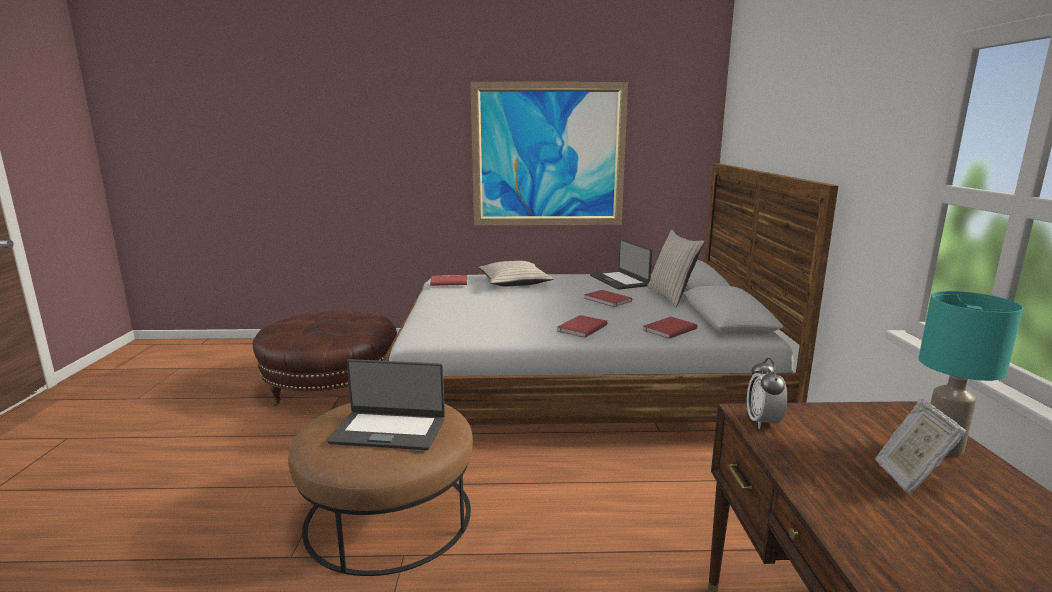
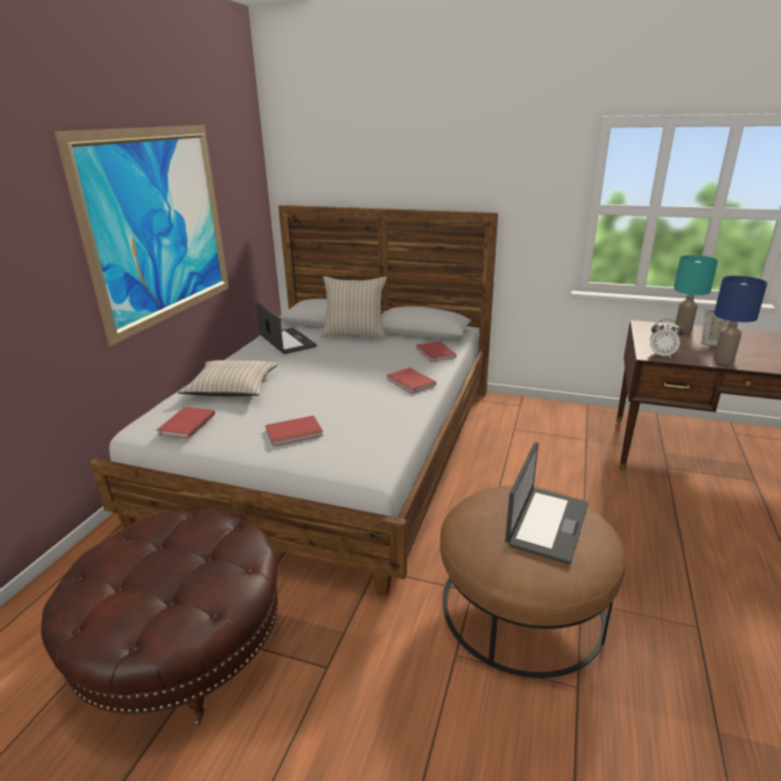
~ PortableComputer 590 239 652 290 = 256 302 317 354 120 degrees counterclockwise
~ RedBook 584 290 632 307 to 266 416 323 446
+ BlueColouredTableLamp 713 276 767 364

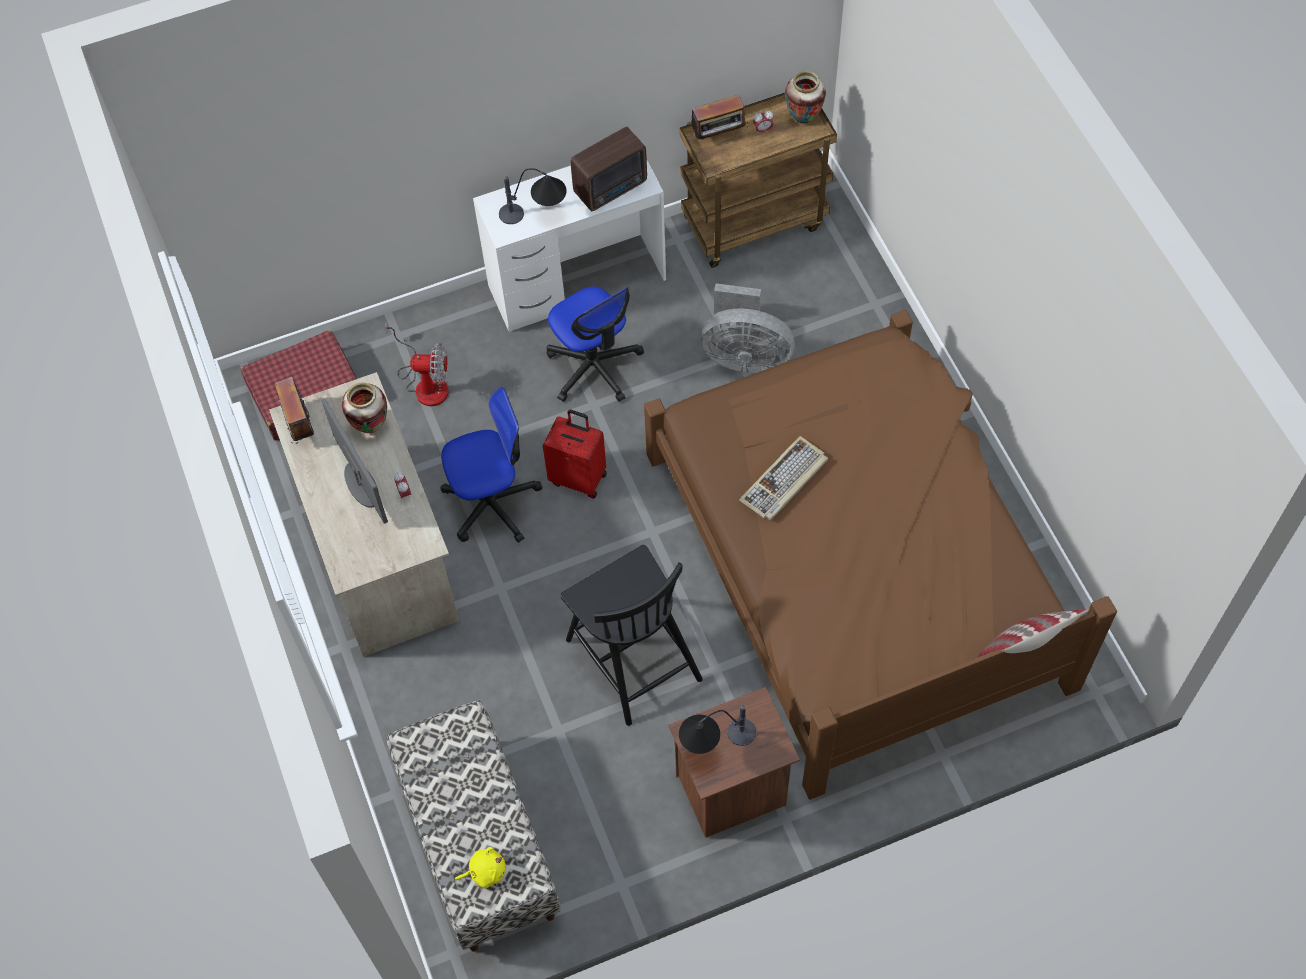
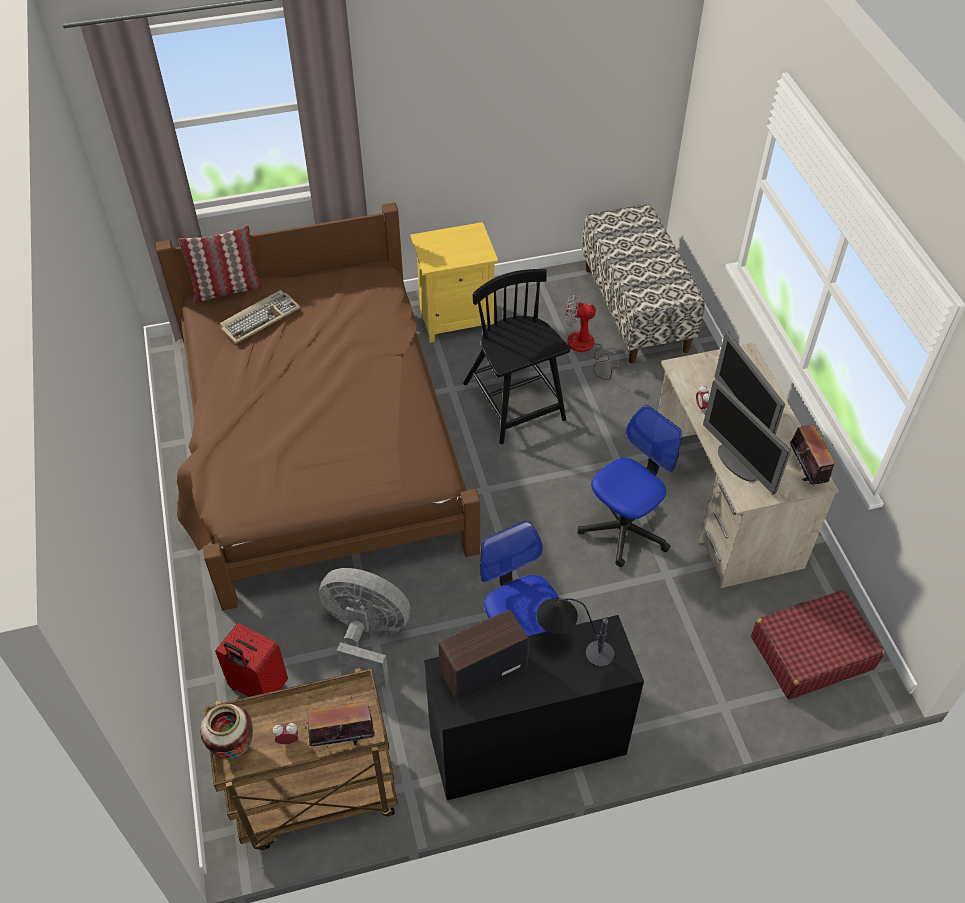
~ RedTravelCase 543 409 607 498 to 215 623 288 697
~ PcKeyboard 739 436 828 521 to 220 290 301 344
~ BrownColouredNightstand 669 687 800 838 to YellowishNightstand 410 222 498 343
~ WhitishDesk 473 161 666 332 to BlackColouredDesk 424 615 644 800
~ Fan 385 321 449 406 to 566 293 619 380
~ ComputerChair 441 388 542 543 = 577 405 682 567 150 degrees clockwise
~ DecorativeVase 342 382 387 433 to ComputerScreen 703 379 791 495
- YellowishCuddlyToy 455 847 506 888
- TableLamp 679 705 756 754

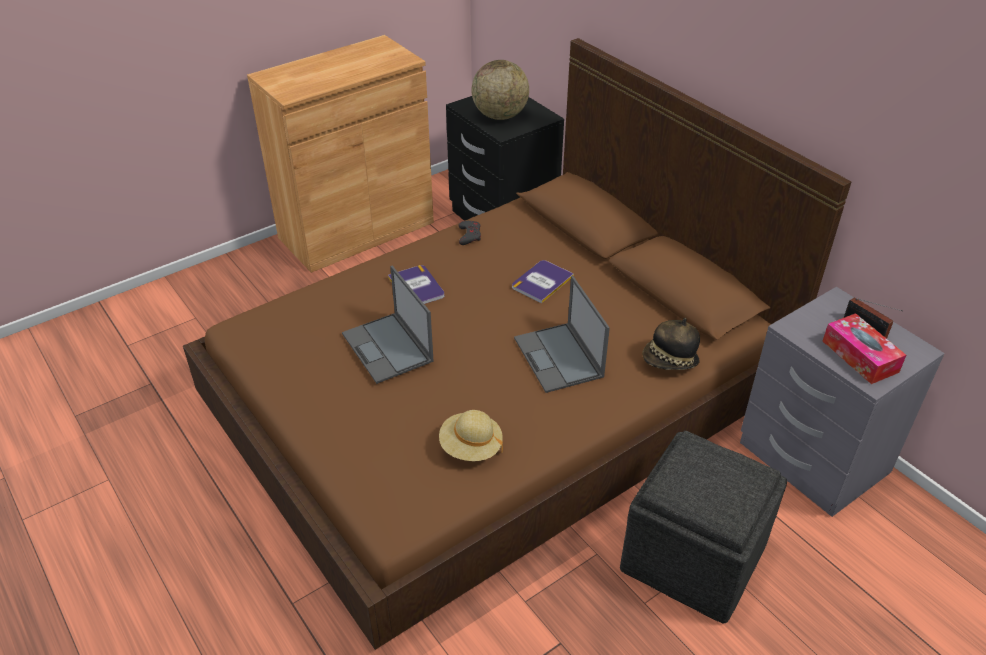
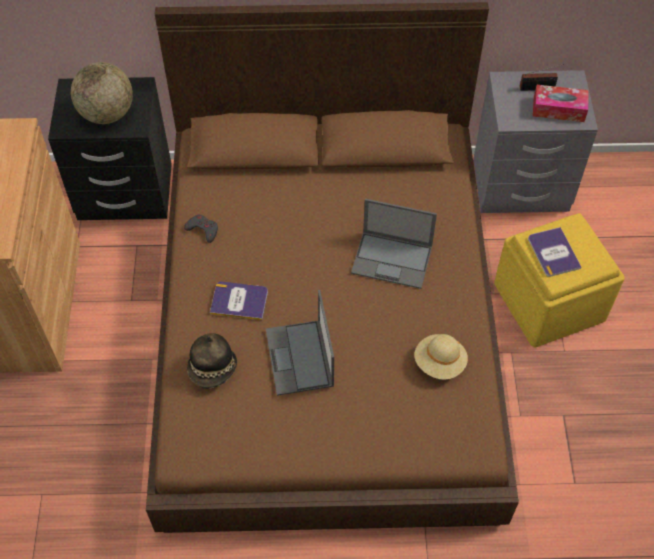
~ Hat 642 318 700 370 to 187 333 237 389
~ PortableComputer 342 265 434 384 = 266 290 334 396 75 degrees clockwise
~ GreyishOttoman 620 431 787 623 to YellowishOttoman 494 213 625 347
~ Book 512 260 574 303 to 528 227 581 277

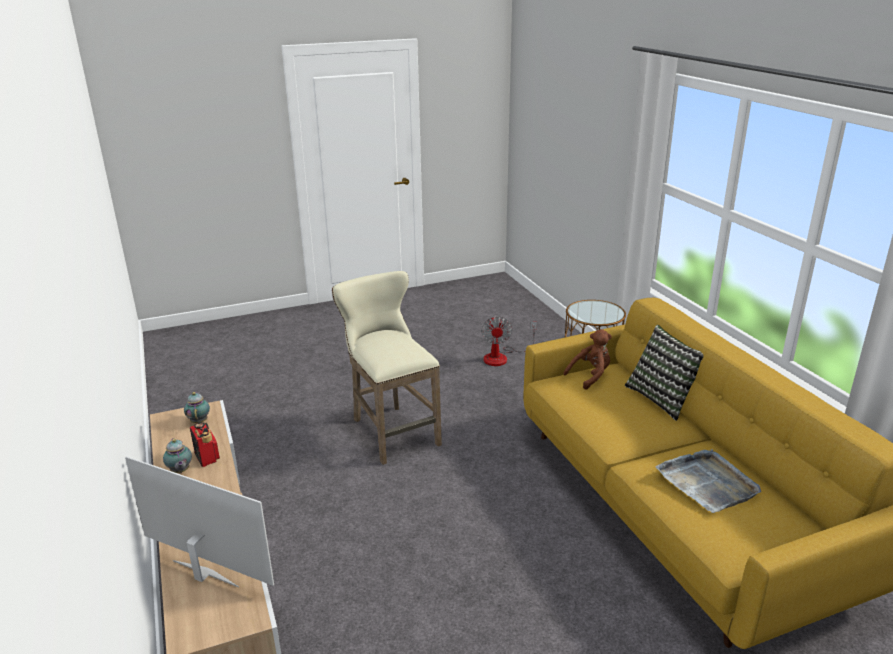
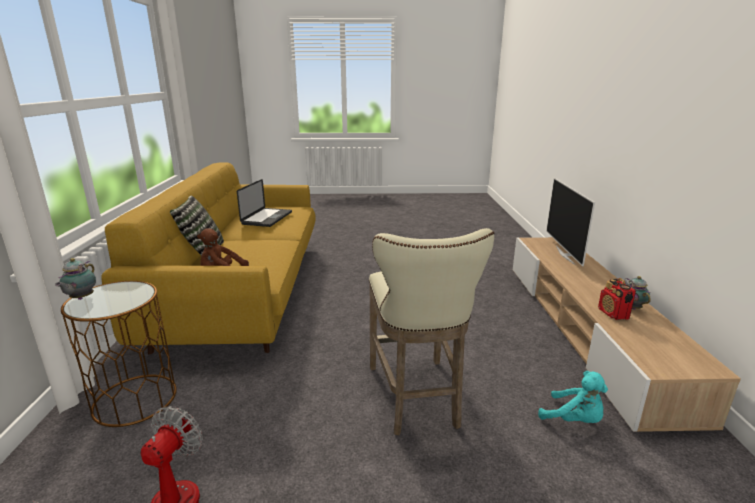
~ Teapot 184 392 210 423 to 55 258 96 300
~ GreyishTray 656 449 761 513 to PortableComputer 237 179 292 227
+ BlueGreenCuddlyToy 538 371 608 423
~ TvSet 125 456 274 587 = 546 178 595 267 45 degrees clockwise

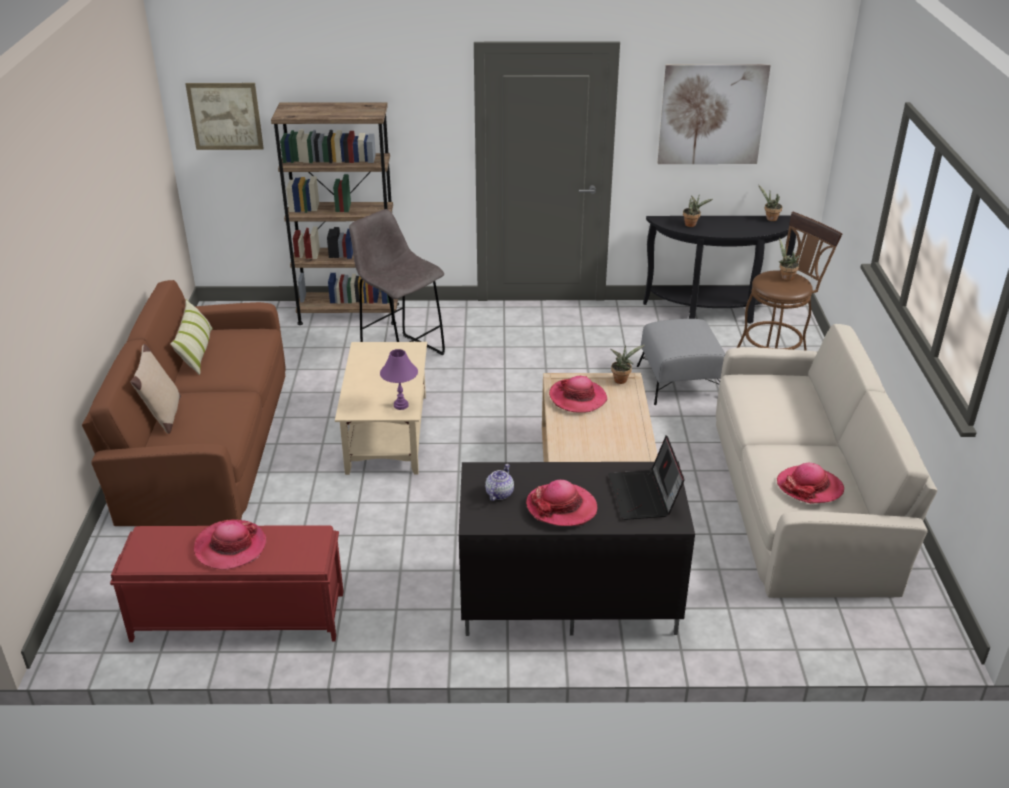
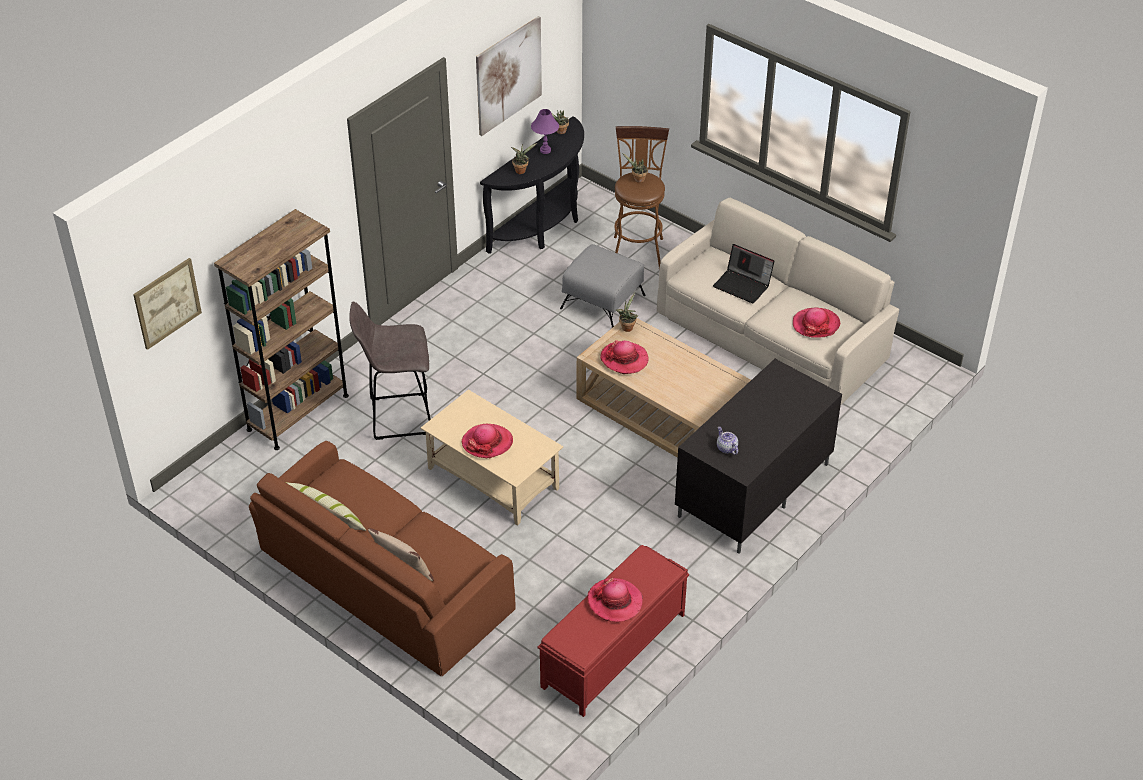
~ Hat 526 480 597 526 to 461 424 513 459
~ PurplishTableLamp 380 349 418 410 to 531 109 559 154
~ PortableComputer 608 435 685 520 to 713 244 774 304

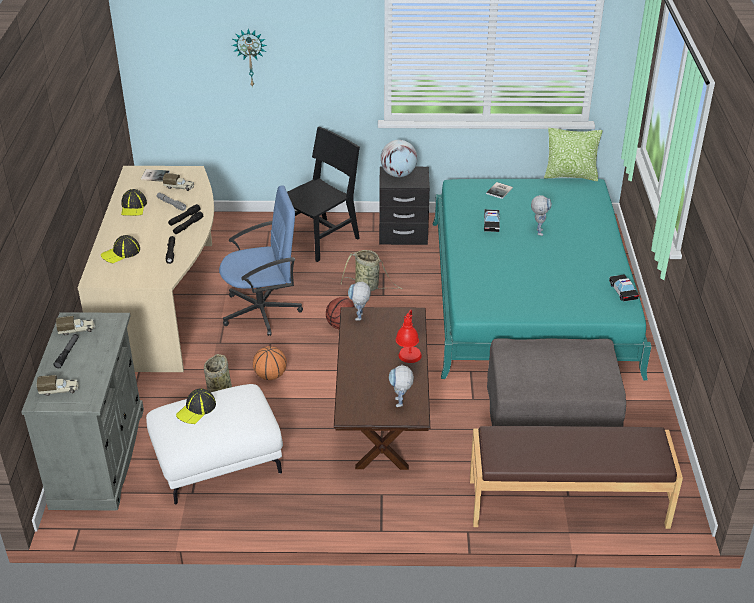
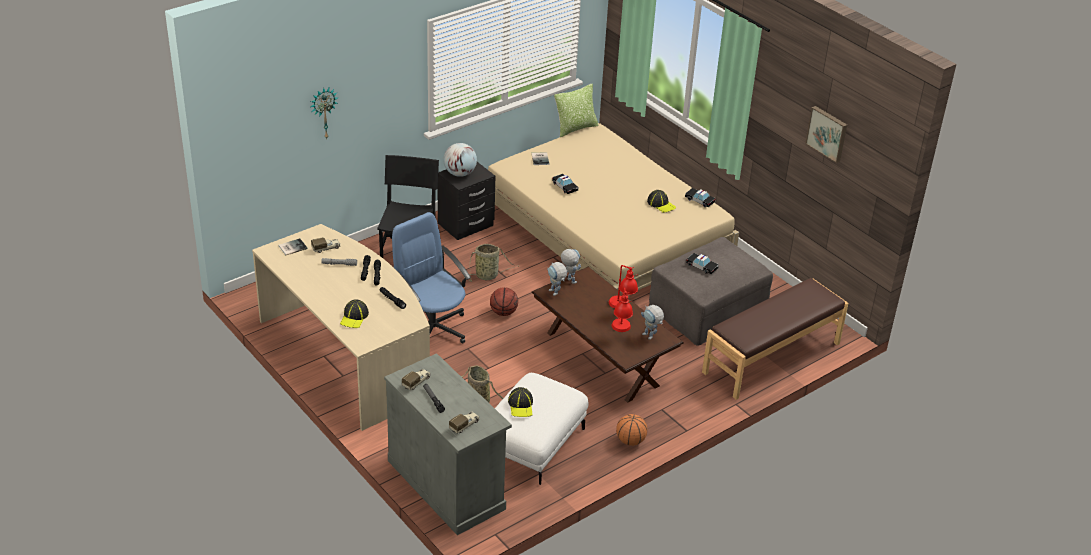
~ BlueColouredComputerChair 219 185 303 336 = 392 212 471 343 75 degrees counterclockwise
~ BlueGreenBed 433 178 652 380 to SandColouredBed 488 123 739 293
~ ModelRobot 531 195 552 236 to 561 249 581 284
+ RedTableLamp 612 288 633 332
~ BasketballBall 253 346 287 380 to 616 414 647 446
~ PeakedCap 121 189 147 216 to 647 190 676 213
+ MiniatureCar 686 253 719 274
+ WallArt 805 106 847 163

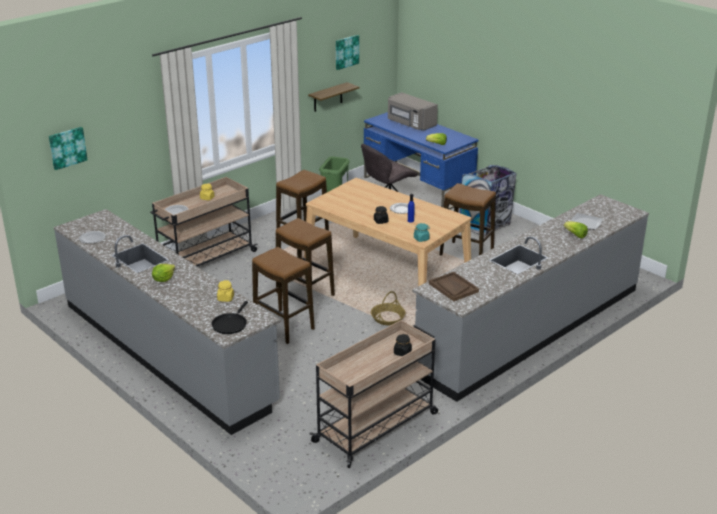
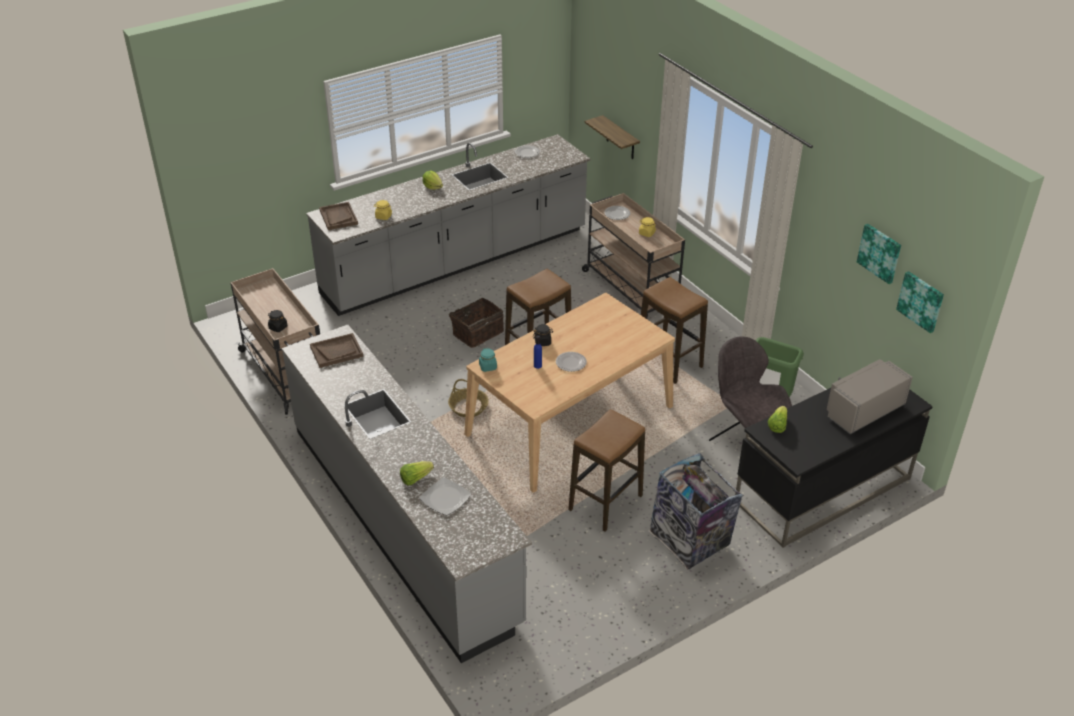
~ BlackColouredPan 211 301 248 334 to BrownColouredTray 319 202 358 230
~ StoolSeat 252 247 315 344 to Basket 447 298 504 348
~ WallShelf 308 82 359 112 to 584 115 640 159
~ BlueColouredDesk 364 112 479 210 to BlackColouredDesk 735 388 933 548
~ WallArt 49 127 88 170 to 896 271 944 333

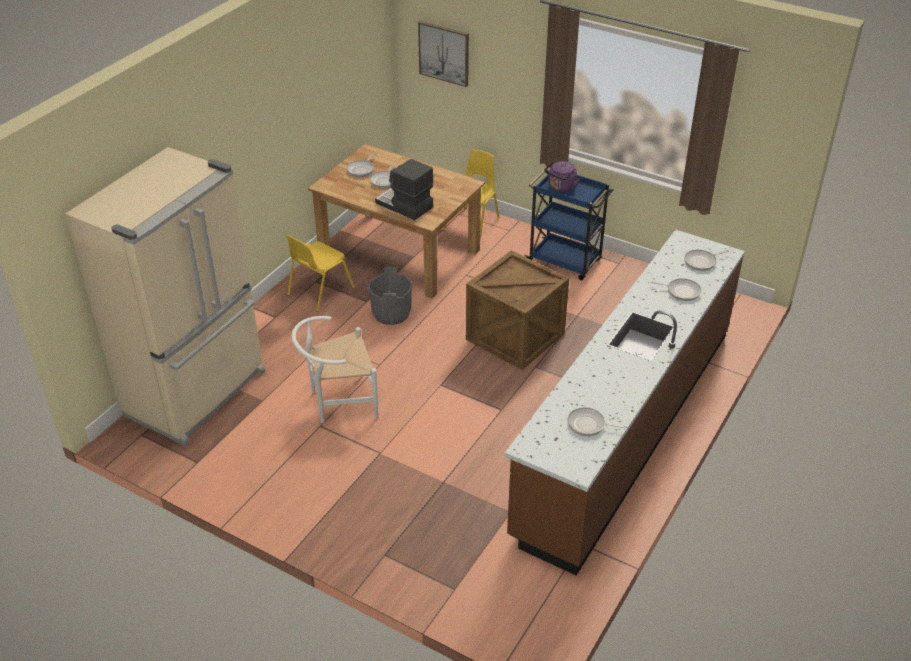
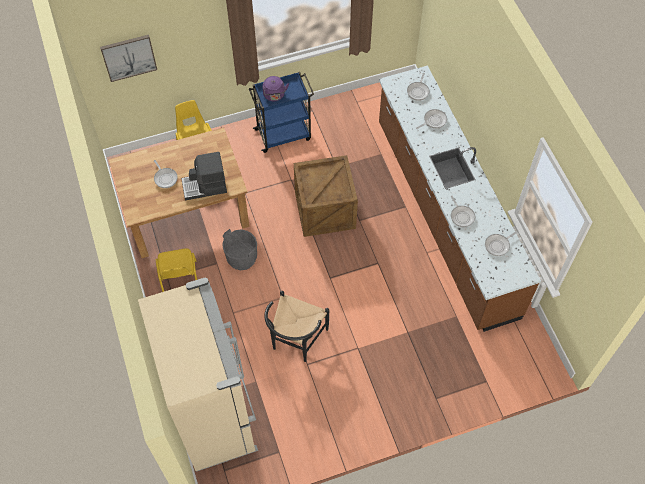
~ WhitishPlainChair 292 316 378 423 to BlackColouredPlainChair 264 291 329 362
~ Pan 347 153 375 177 to 451 196 475 227

